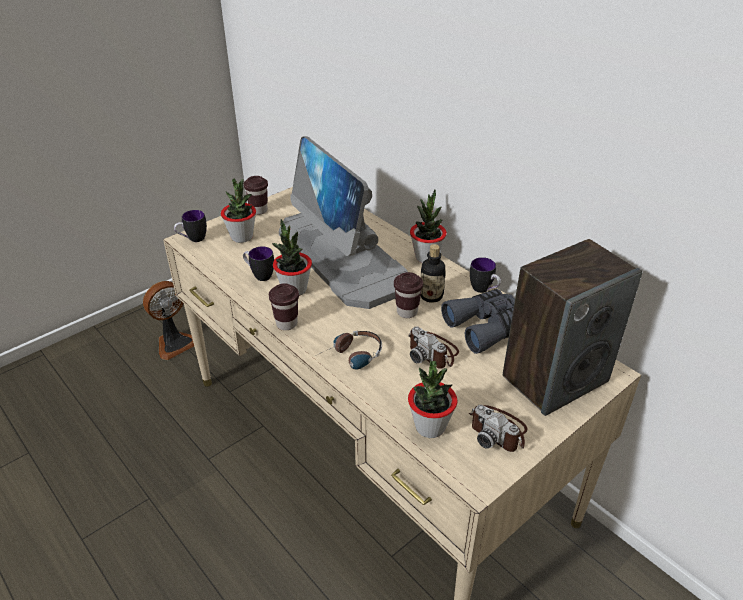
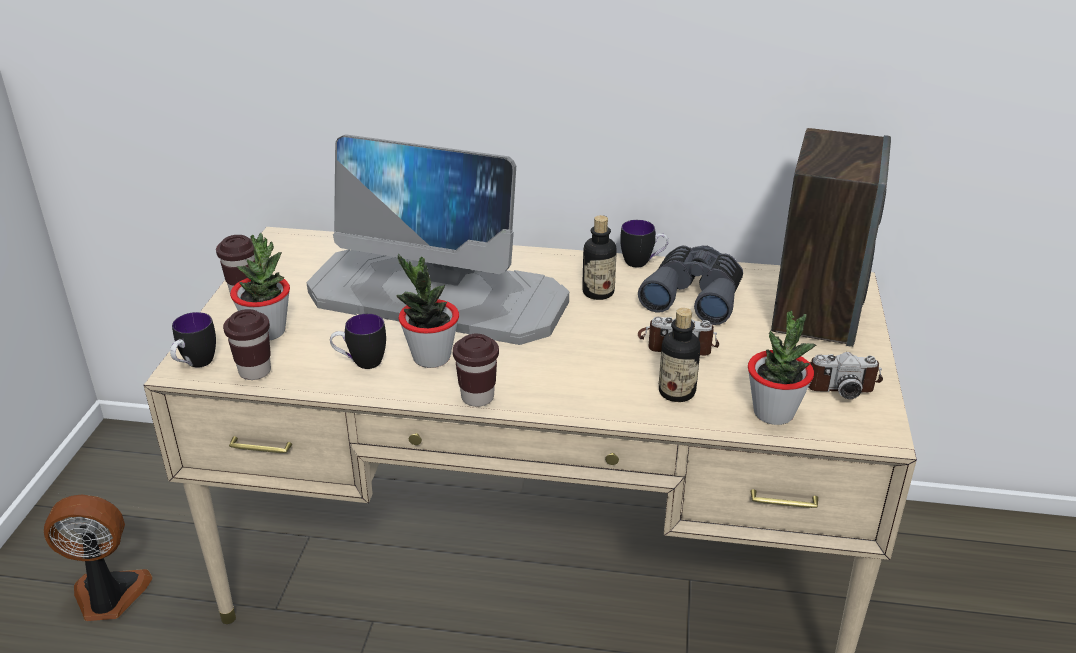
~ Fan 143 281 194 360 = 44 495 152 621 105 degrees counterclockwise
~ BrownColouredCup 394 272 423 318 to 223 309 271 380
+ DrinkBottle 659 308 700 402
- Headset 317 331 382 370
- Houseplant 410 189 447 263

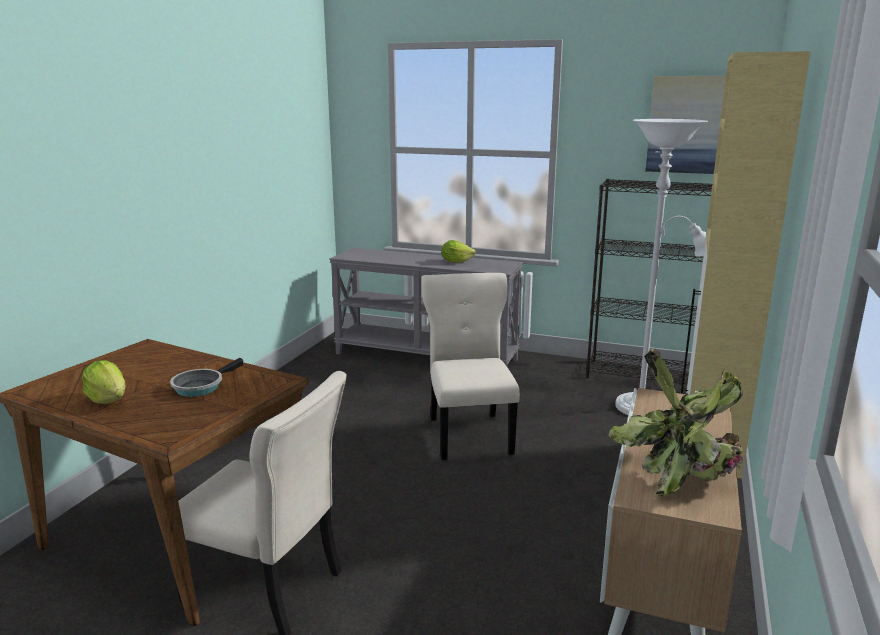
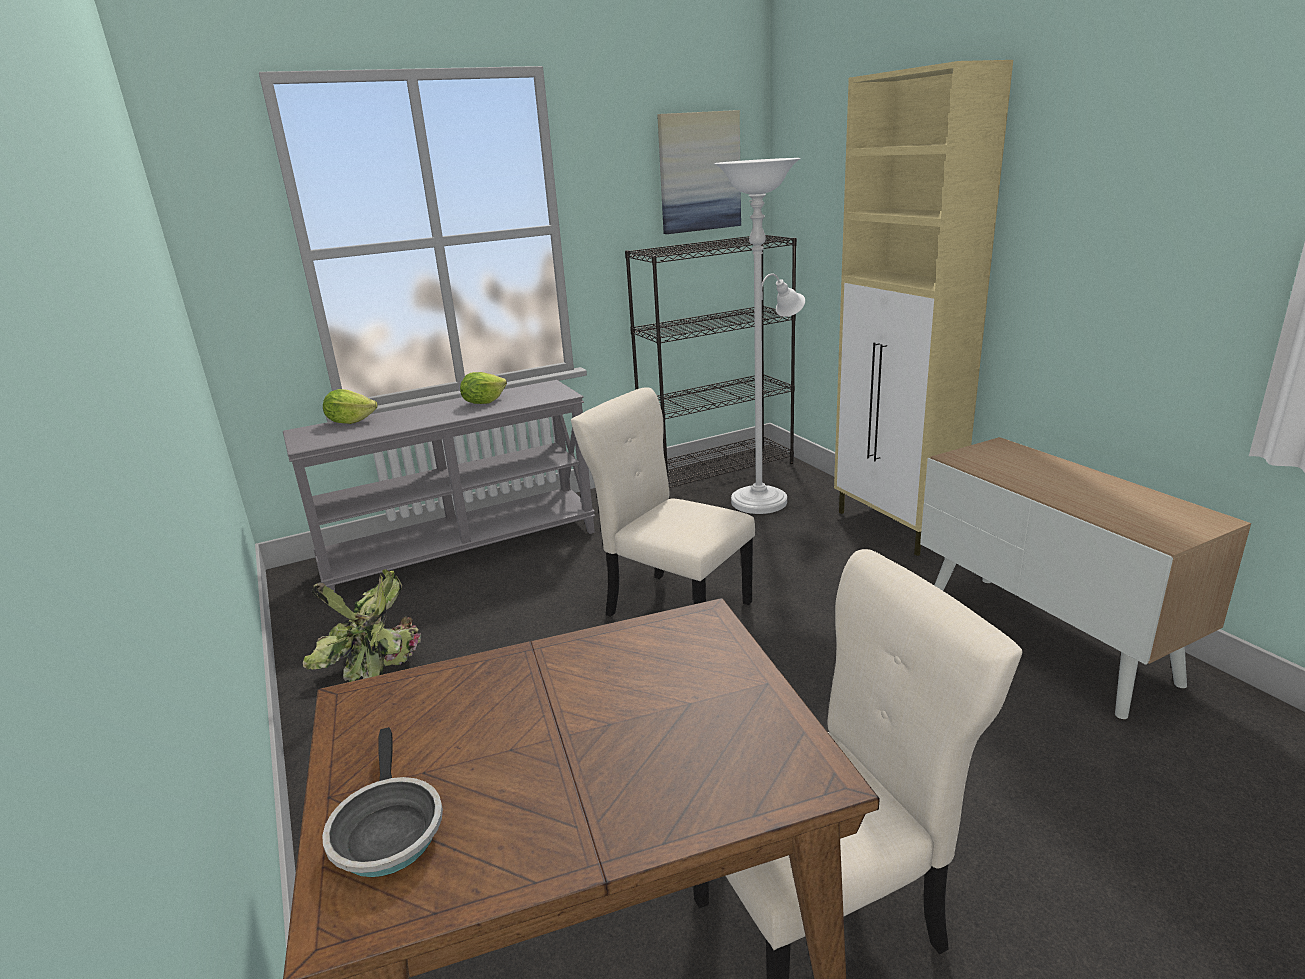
~ Houseplant 609 349 743 496 to 303 569 421 682
~ Pan 170 358 243 397 to 322 727 443 877
~ LettuceHead 82 360 125 404 to 323 389 377 424

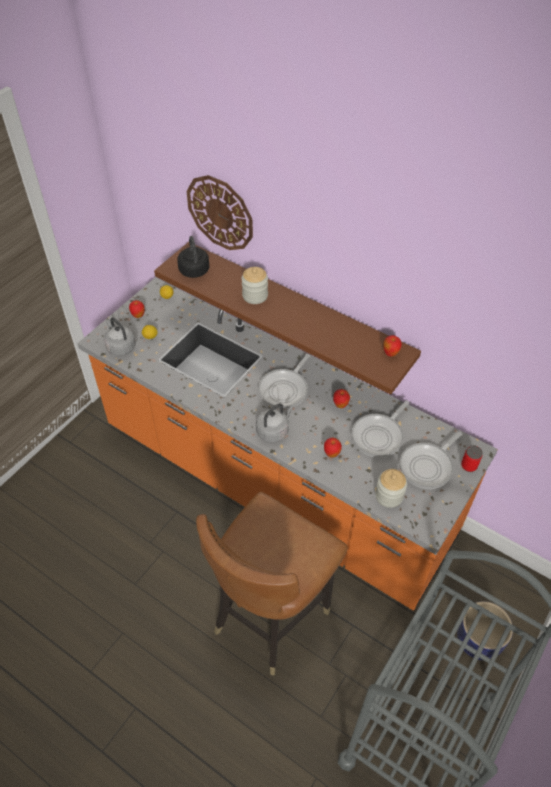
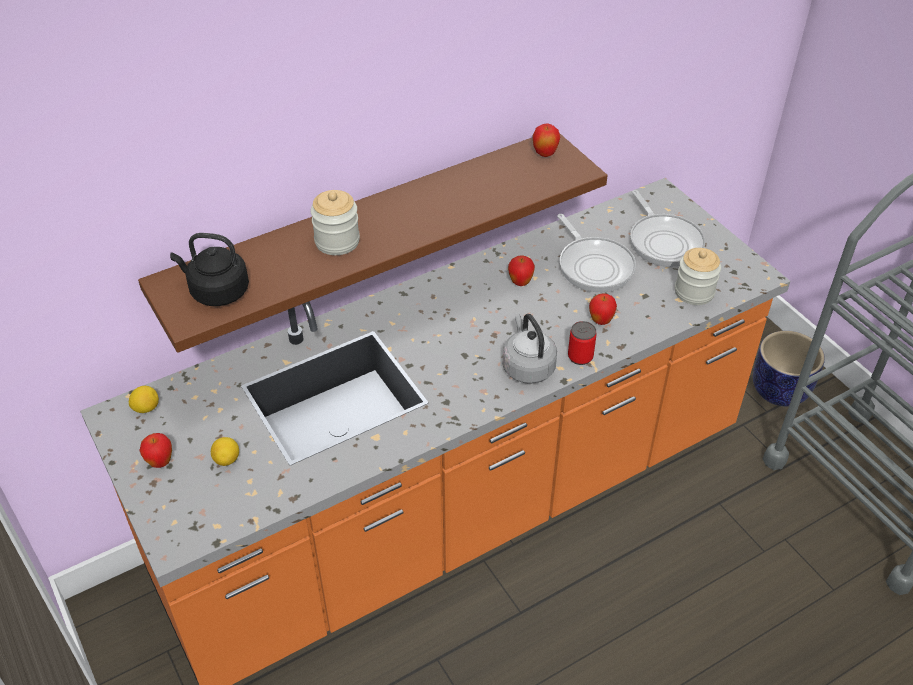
~ Can 461 445 483 472 to 568 321 596 365
- GreyishWaterKettle 104 318 136 356
- WallClock 186 175 253 250
- BrownColouredPlainChair 196 492 347 676
- Pan 258 354 310 409

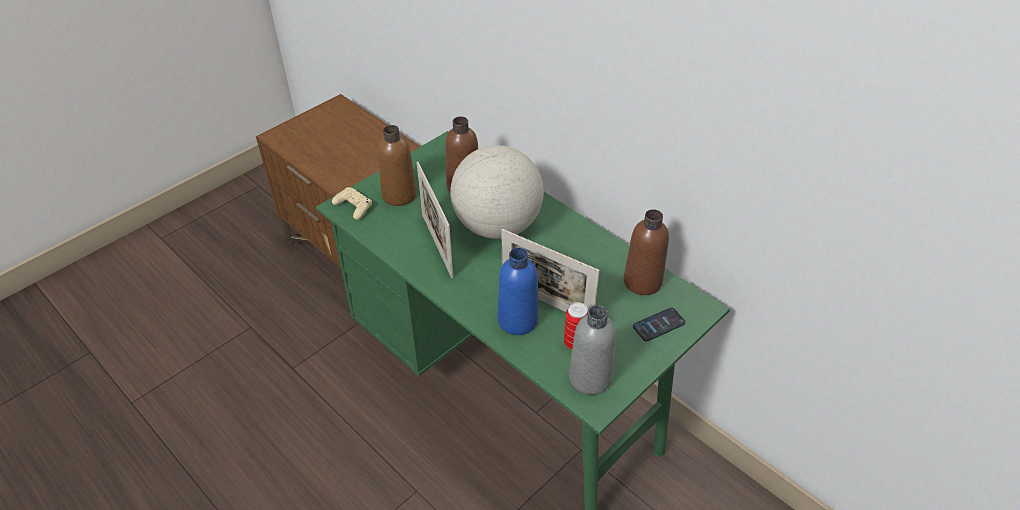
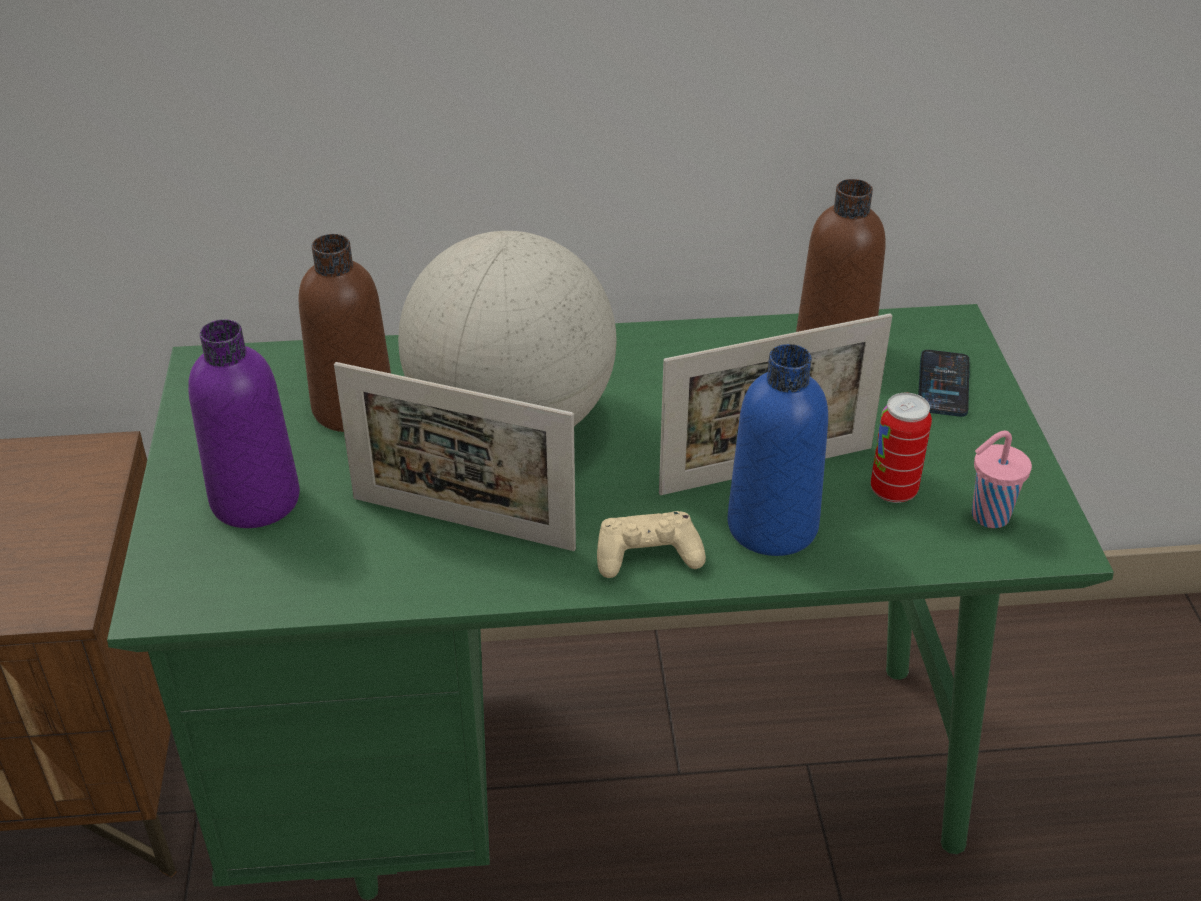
~ BrownColouredDrinkBottle 377 125 417 206 to PurplishDrinkBottle 188 319 300 528
~ SandColouredGameController 332 187 372 220 to 597 511 706 578
~ GreyishDrinkBottle 569 305 616 395 to PinkCup 972 431 1032 528

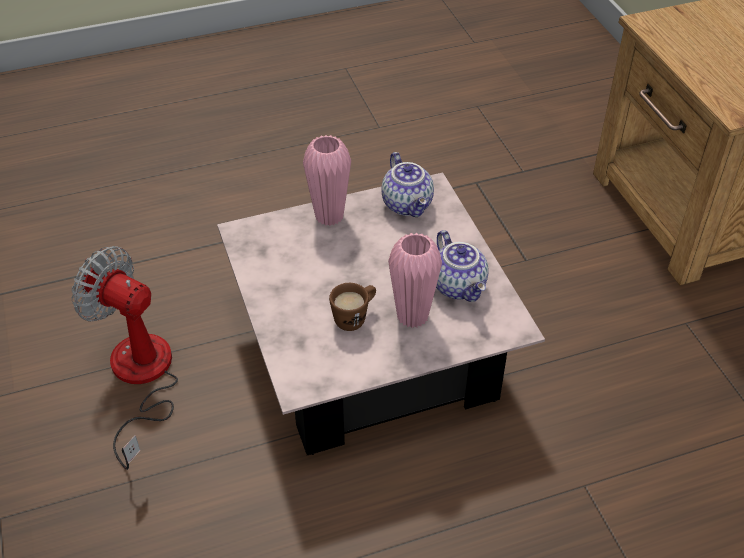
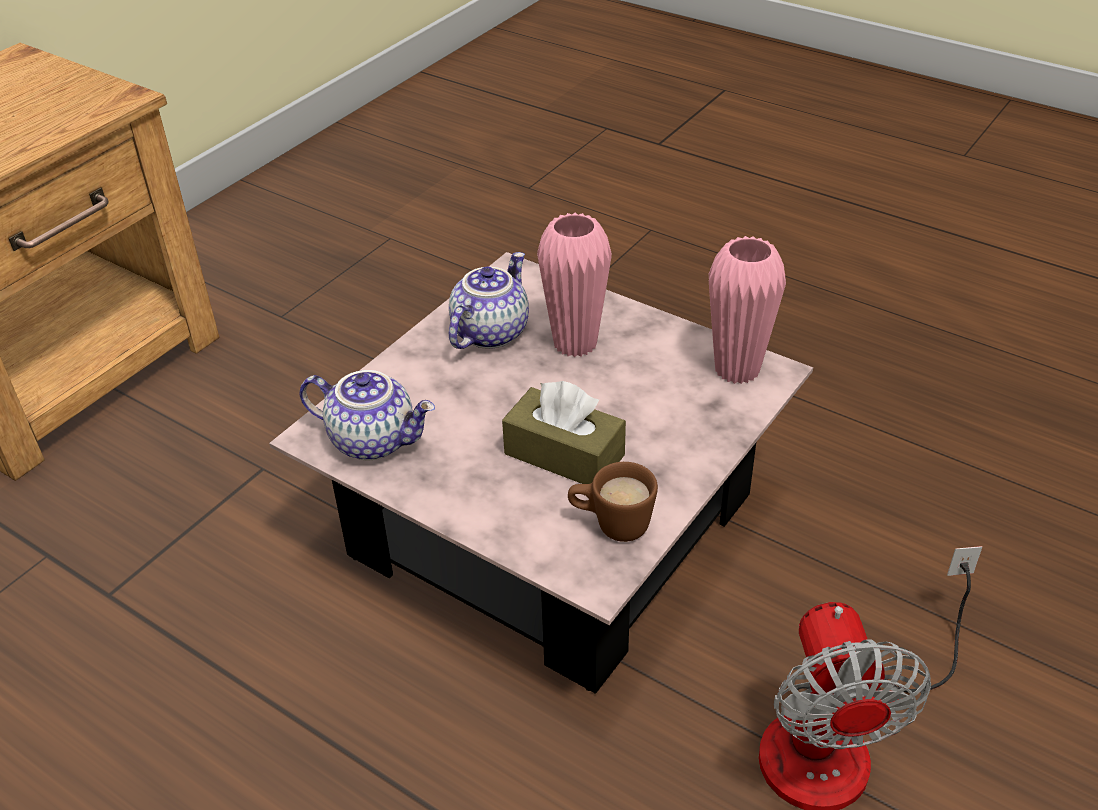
~ Teapot 381 152 434 217 = 300 370 435 461 75 degrees clockwise
+ BrownColouredTissueHolder 502 381 626 484
~ BrownColouredMug 329 283 376 331 to 568 462 658 542
~ PinkDecorativeVase 303 135 351 226 to 709 236 786 384

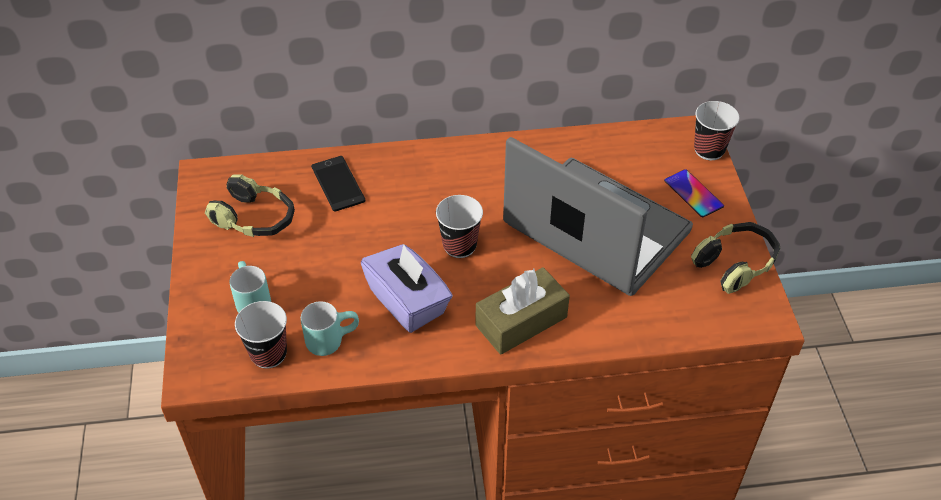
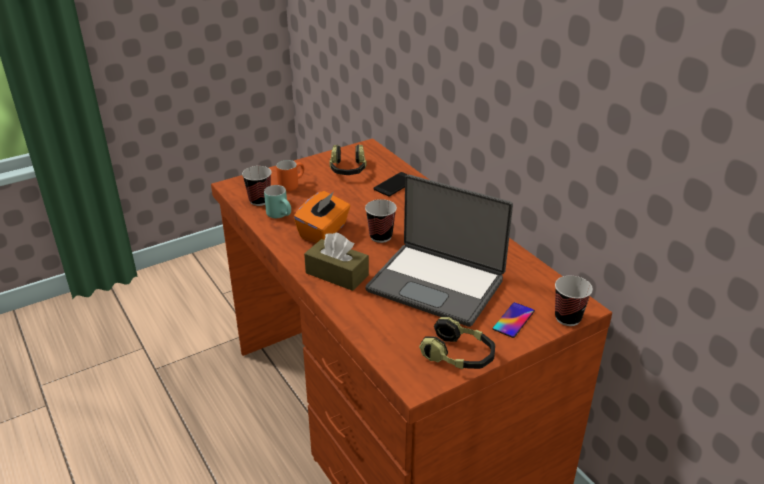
~ BlueGreenMug 230 261 271 313 to OrangeMug 276 160 304 192
~ PurplishTissueHolder 361 244 453 333 to OrangeTissueHolder 294 191 351 243
~ PortableComputer 503 137 693 296 = 365 175 513 327 105 degrees clockwise

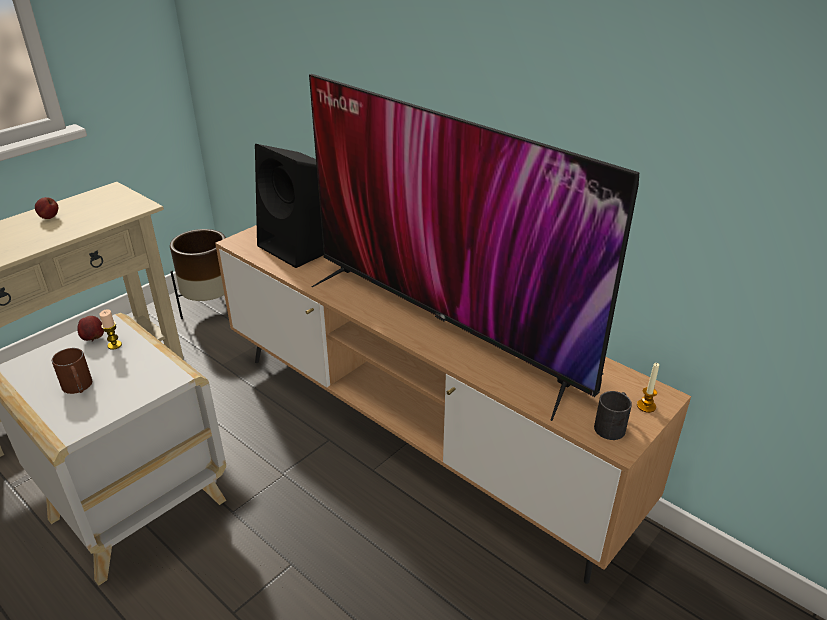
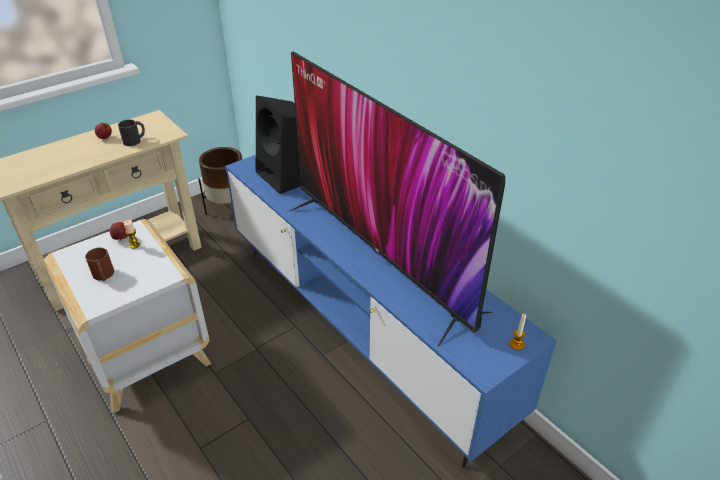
~ BlackColouredMug 594 391 632 440 to 118 120 145 146
~ BrownColouredTvUnit 215 225 691 584 to BlueColouredTvUnit 225 155 557 468

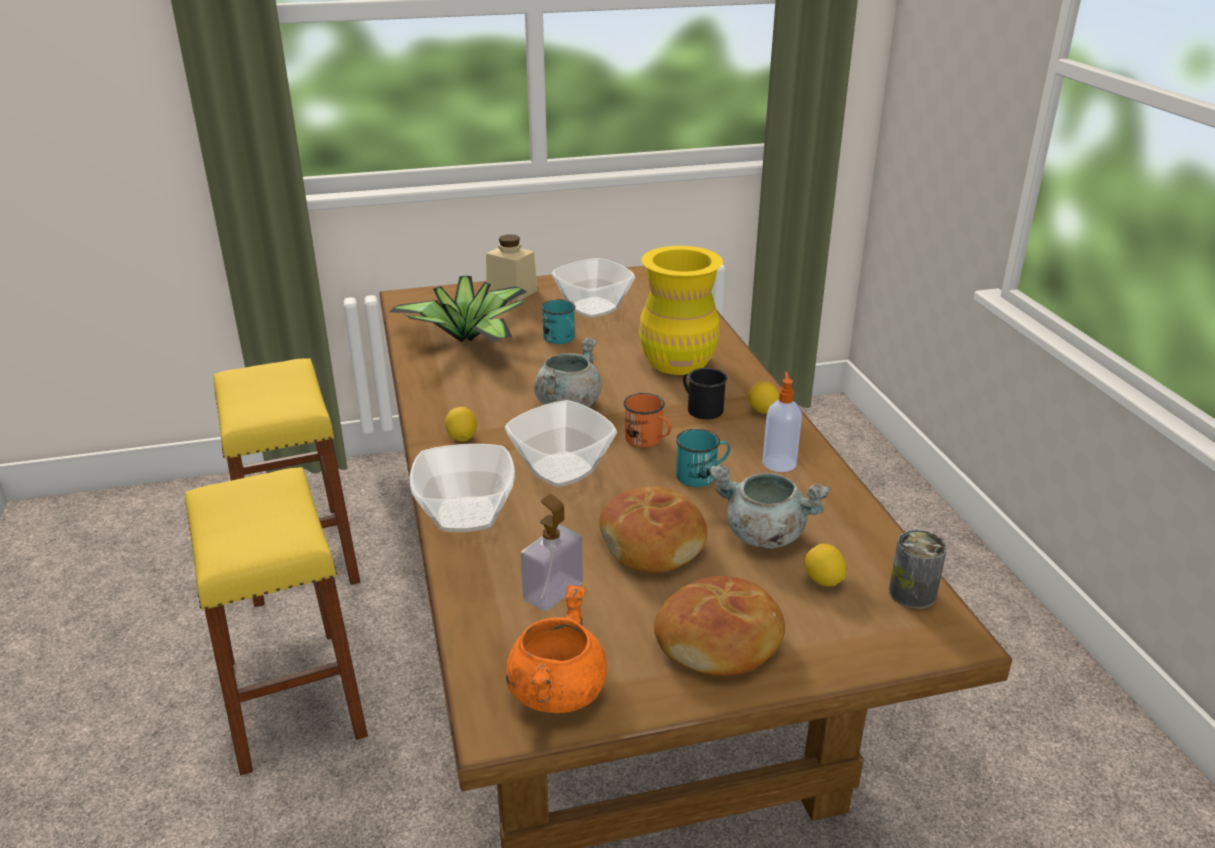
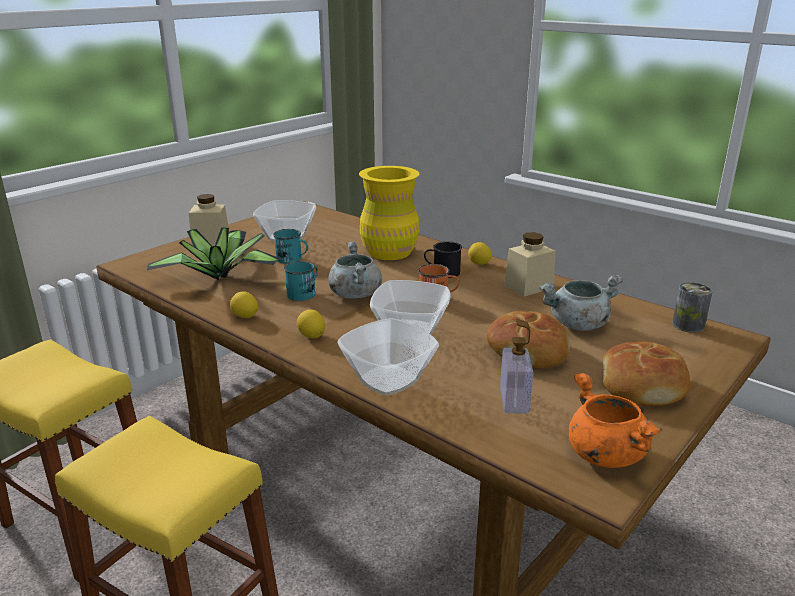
~ CitrusFruit 804 544 846 587 to 230 291 258 318
~ BlueGreenMug 676 429 731 487 to 284 261 318 301
~ SoapBottle 762 372 802 472 to SandColouredJar 504 232 555 296

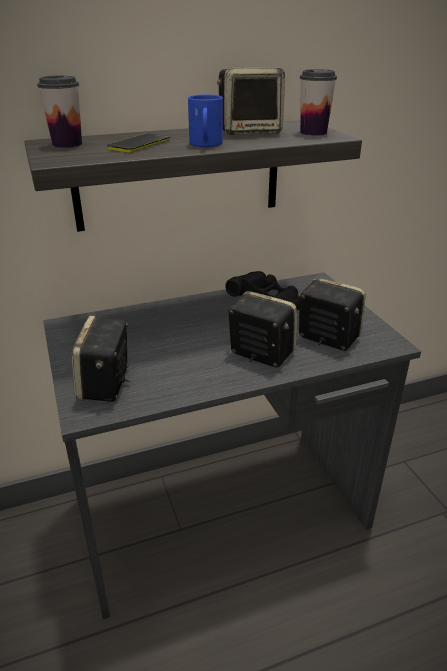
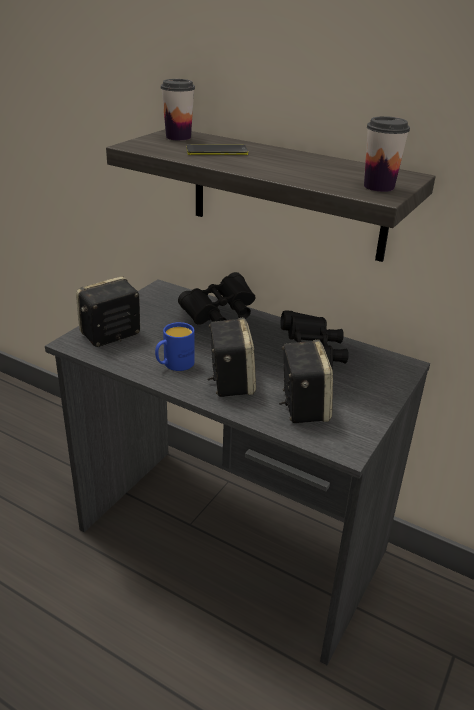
~ BlueColouredMug 188 94 223 147 to 155 322 195 371
+ BlackColouredPairOfBinoculars 178 272 255 325
- Loudspeaker 217 68 285 135

